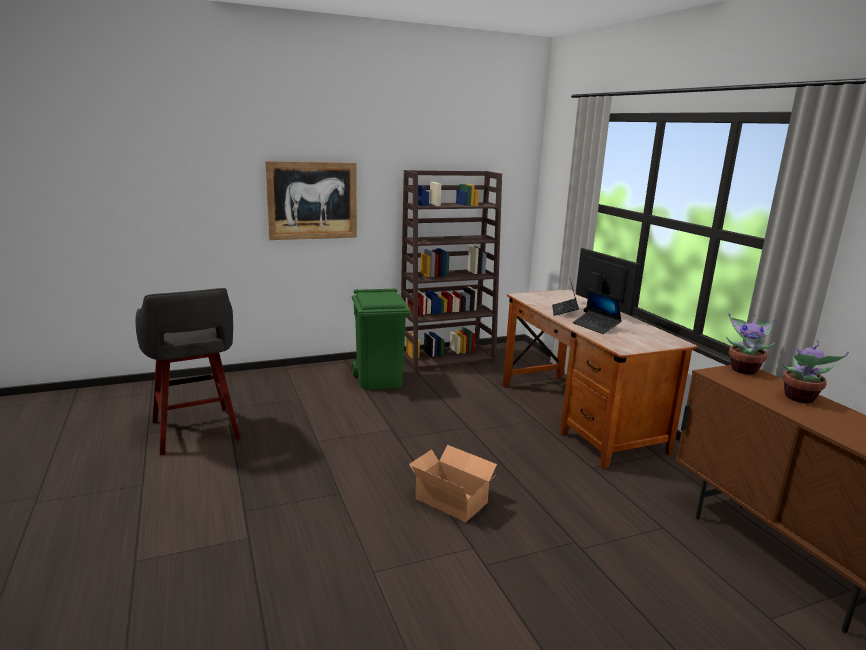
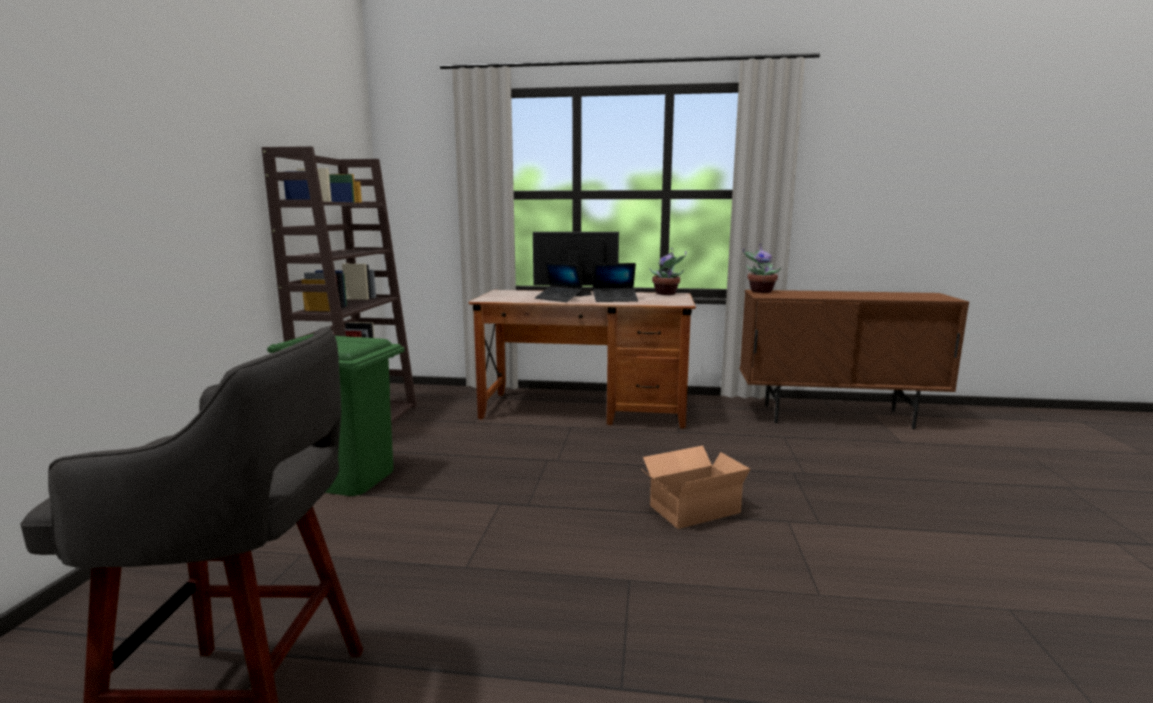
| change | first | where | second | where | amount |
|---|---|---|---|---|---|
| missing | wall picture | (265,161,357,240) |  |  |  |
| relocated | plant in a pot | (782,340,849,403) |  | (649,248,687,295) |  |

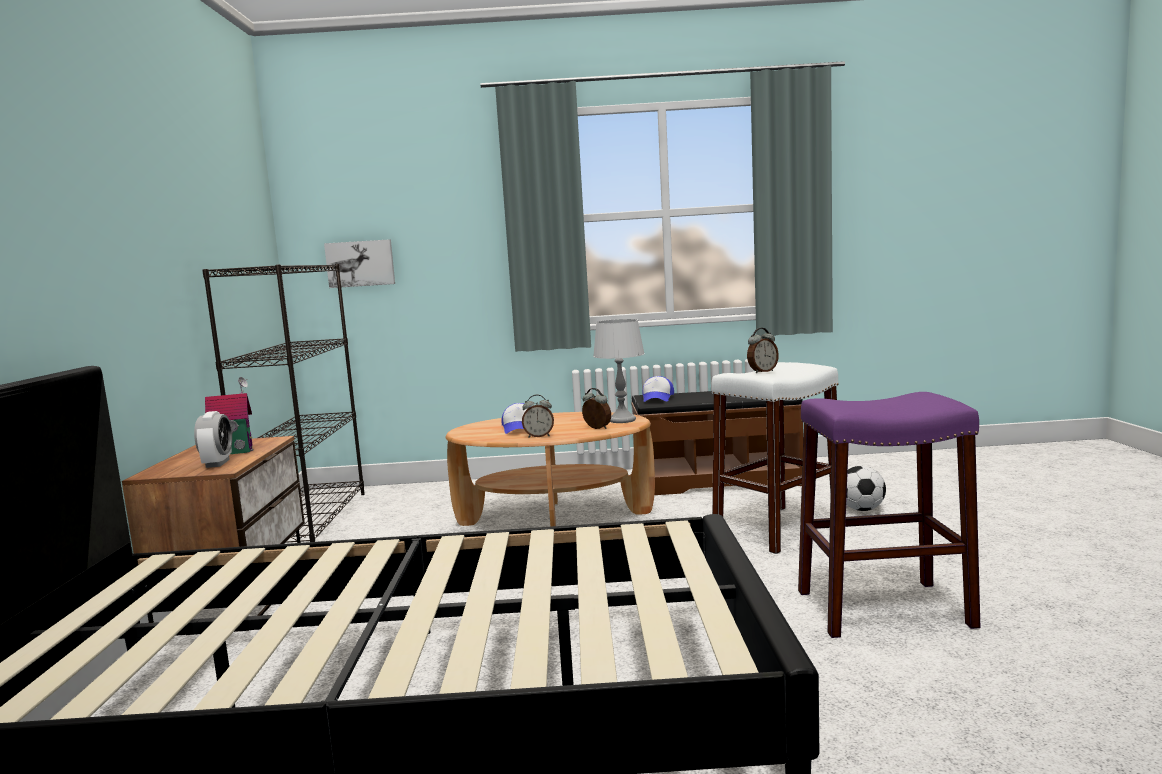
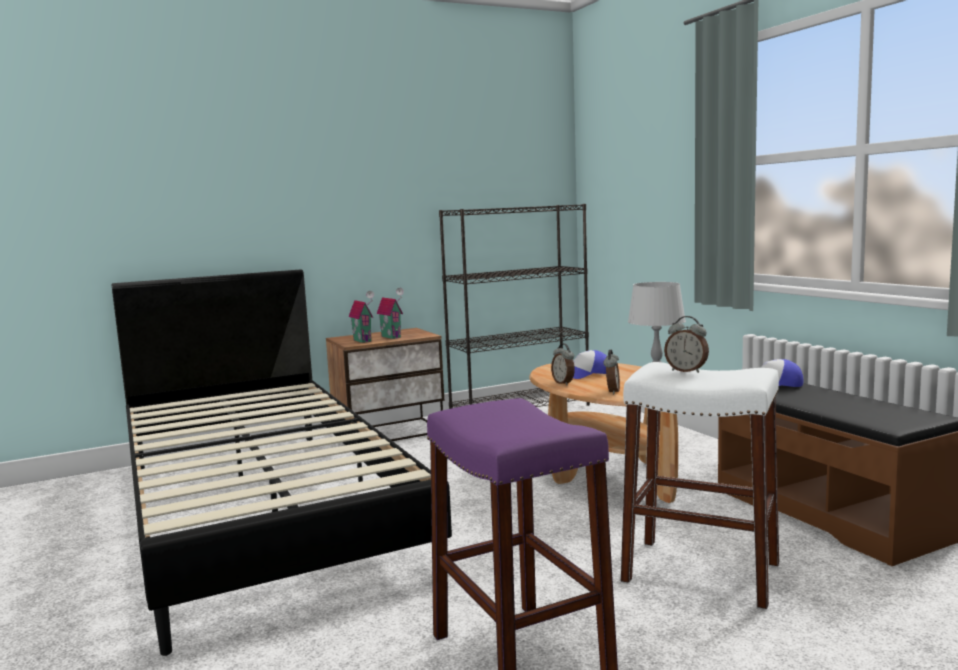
| change | first | where | second | where | amount |
|---|---|---|---|---|---|
| exchanged | table clock | (194,411,232,468) | toy house | (348,291,374,343) |  |
| missing | wall picture | (324,239,395,288) |  |  |  |
| missing | football | (846,466,886,511) |  |  |  |

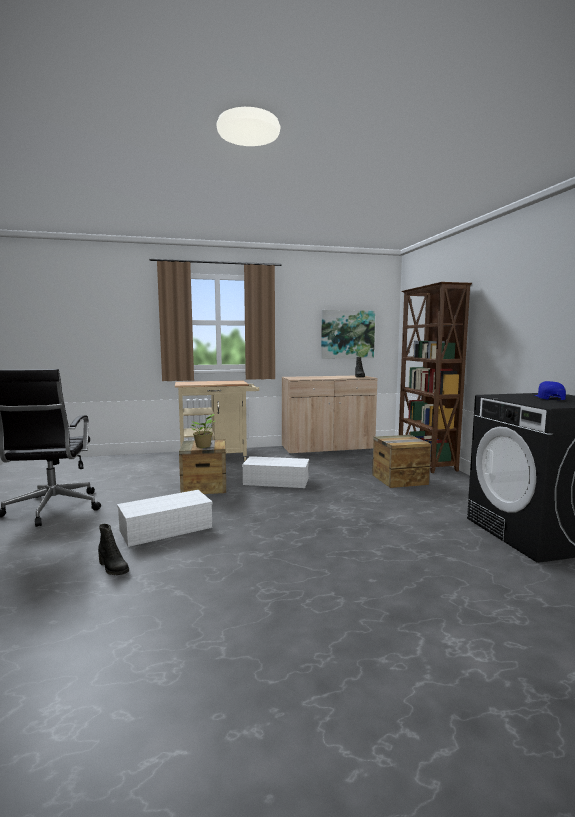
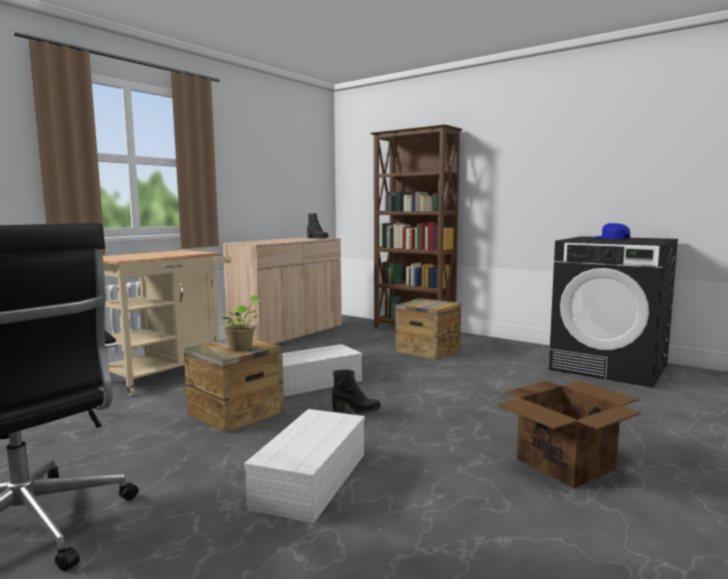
| change | first | where | second | where | amount |
|---|---|---|---|---|---|
| relocated | blackish boot | (98,524,129,575) |  | (332,369,381,414) |  |
| missing | wall picture | (321,310,375,359) |  |  |  |
| appeared |  |  | packing box | (498,381,641,488) |  |

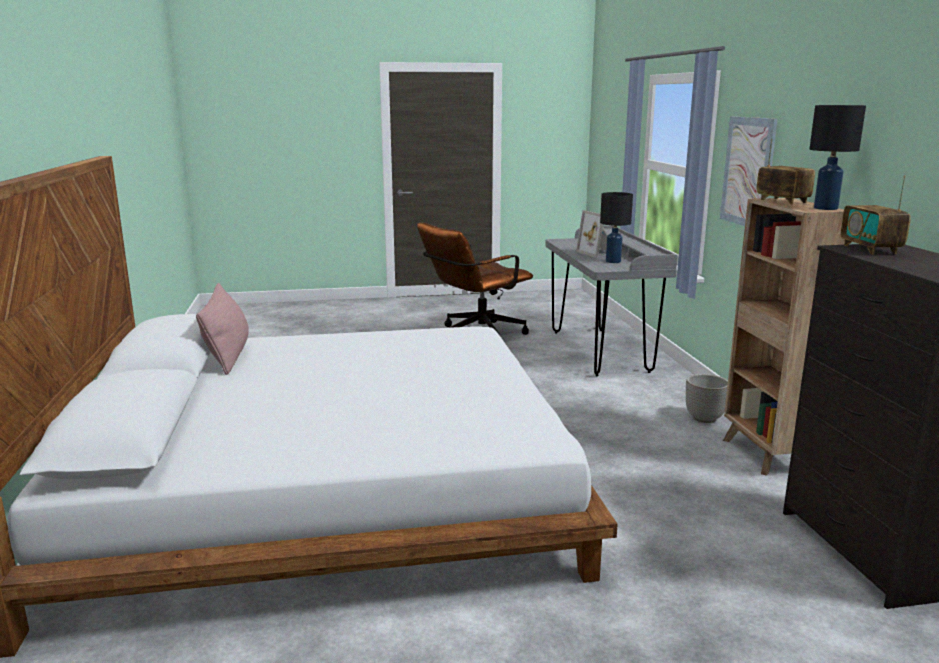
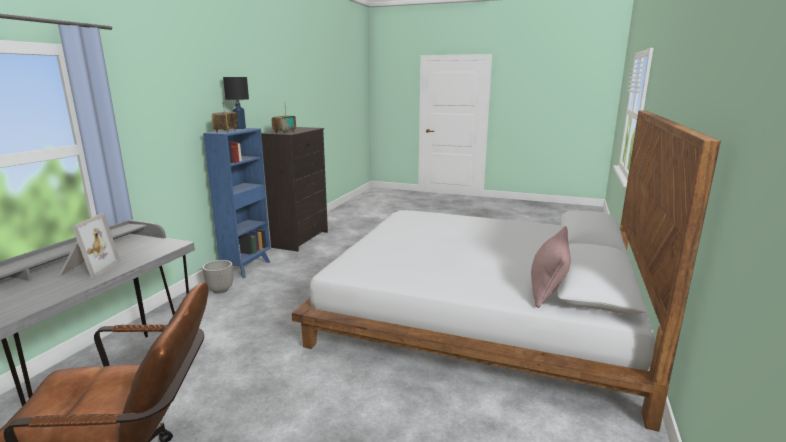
| change | first | where | second | where | amount |
|---|---|---|---|---|---|
| missing | blackish lamp for a table | (600,192,633,263) |  |  |  |
| missing | wall picture | (720,117,778,226) |  |  |  |
| colour | brown-coloured bookcase | (723,198,845,476) | blue bookcase | (203,128,271,278) |  |

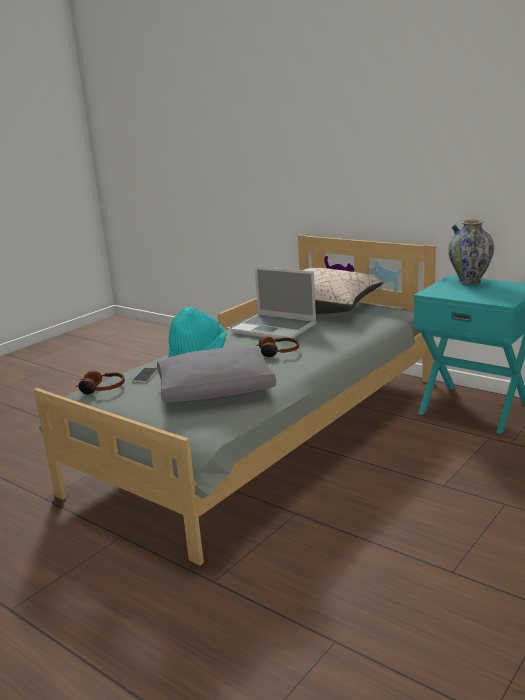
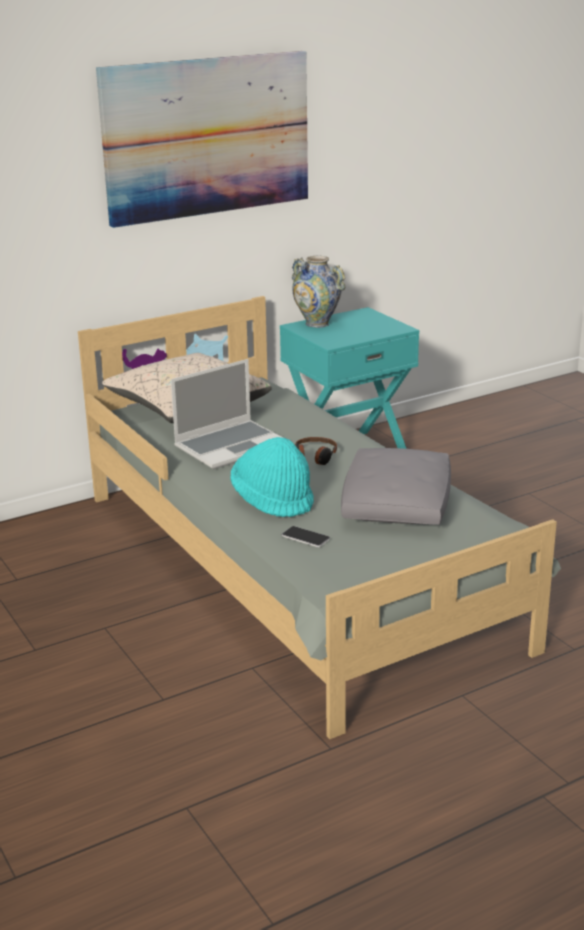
| change | first | where | second | where | amount |
|---|---|---|---|---|---|
| missing | headphones | (76,371,125,394) |  |  |  |
| appeared |  |  | wall picture | (96,51,308,228) |  |

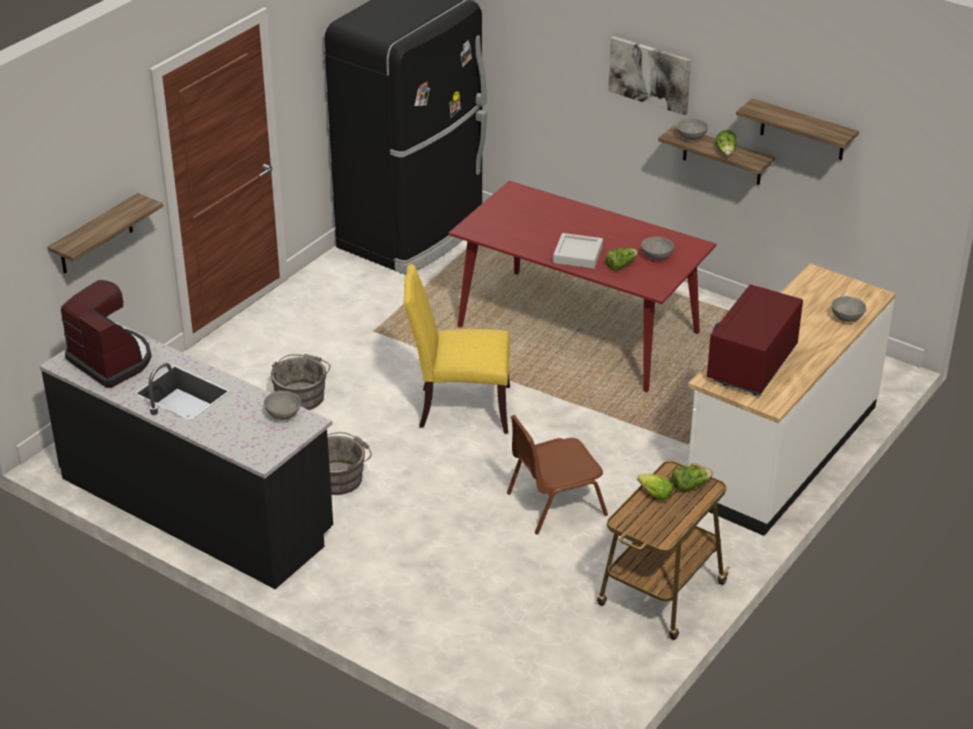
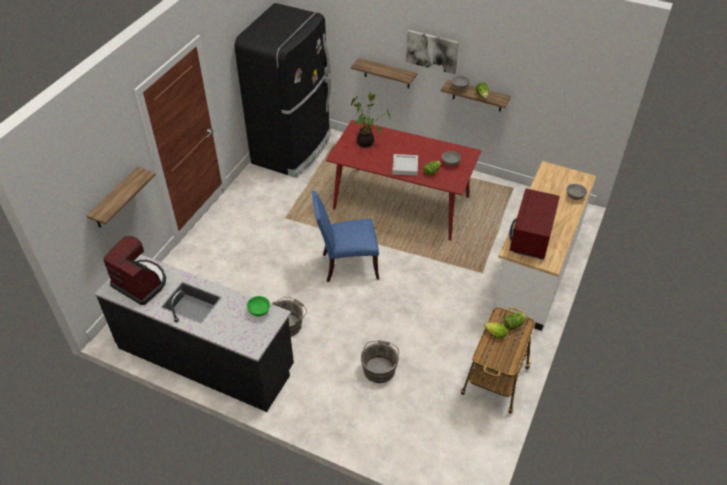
| change | first | where | second | where | amount |
|---|---|---|---|---|---|
| colour | greyish bowl | (264,391,301,420) | green-coloured bowl | (247,296,270,316) |  |
| relocated | greyish water bucket | (271,354,330,410) |  | (361,340,399,383) |  |
| colour | yellow-coloured chair | (403,264,510,434) | blue chair | (312,190,379,282) |  |
| missing | brown-coloured chair | (507,415,608,535) |  |  |  |
| relocated | wall shelf | (736,99,859,160) |  | (351,58,417,88) |  |
| appeared |  |  | plant in a pot | (351,93,391,147) |  |

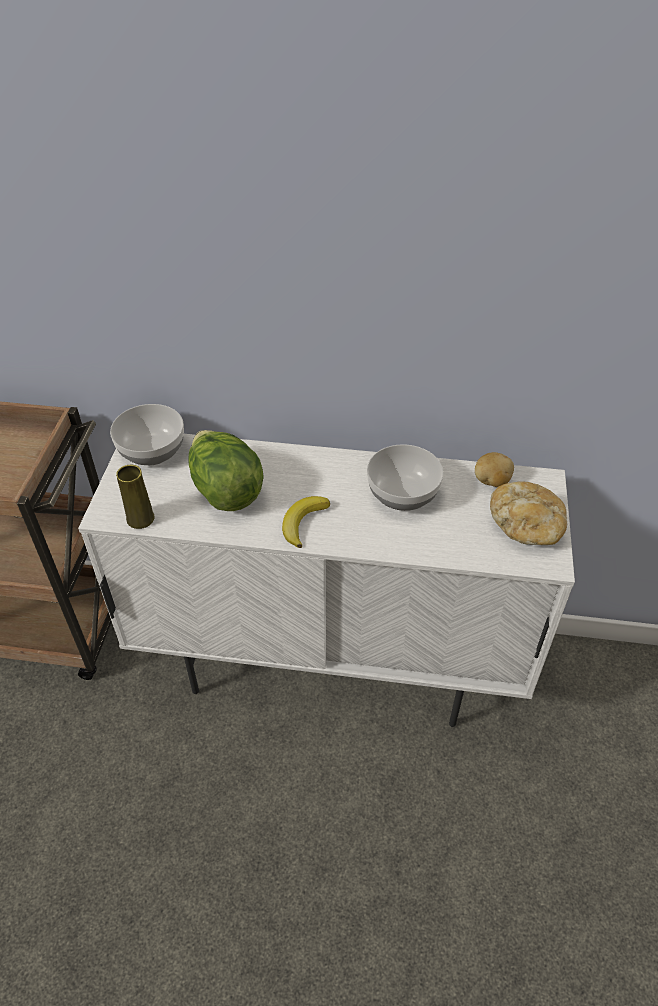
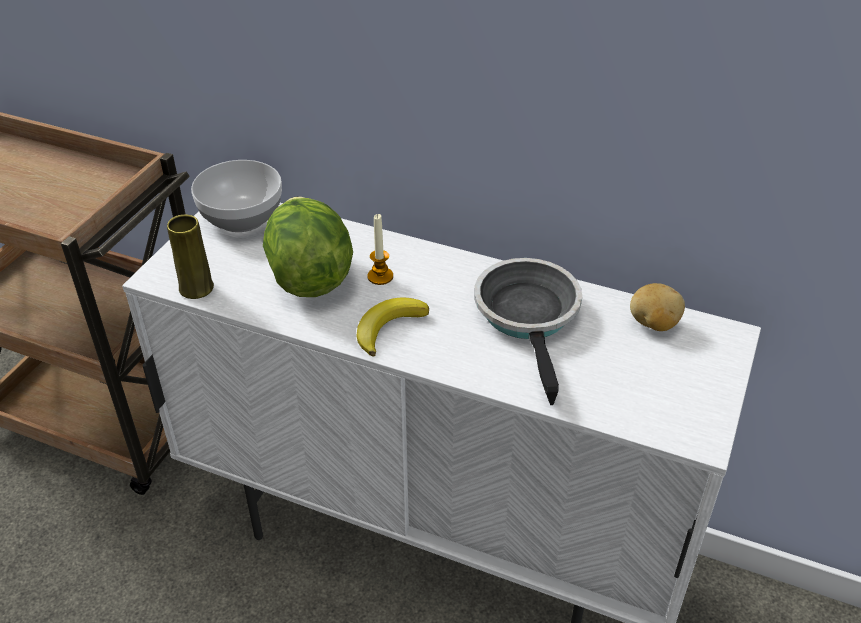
| change | first | where | second | where | amount |
|---|---|---|---|---|---|
| exchanged | bowl | (367,444,444,511) | pan | (474,258,582,405) |  |
| missing | baked bread | (490,481,567,545) |  |  |  |
| appeared |  |  | candle | (367,214,393,285) |  |

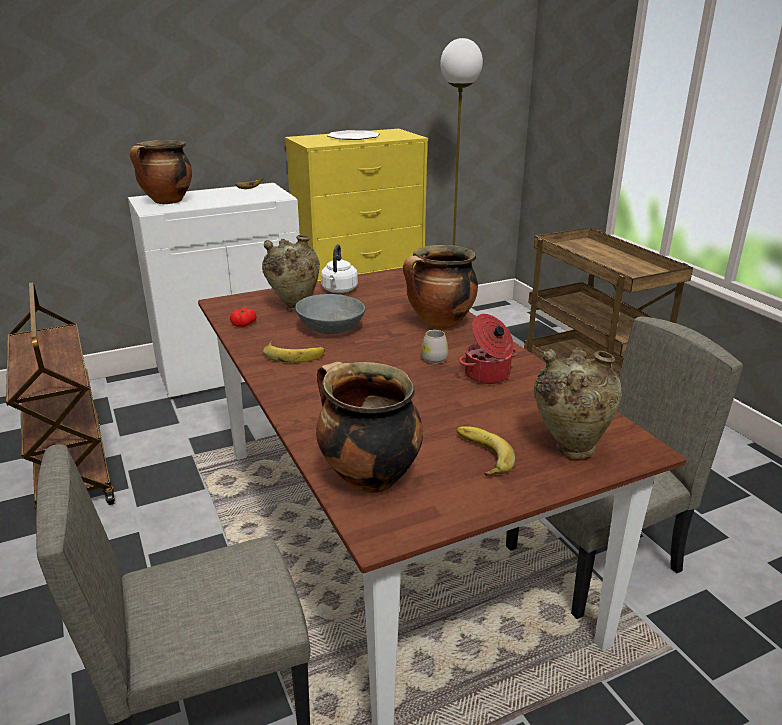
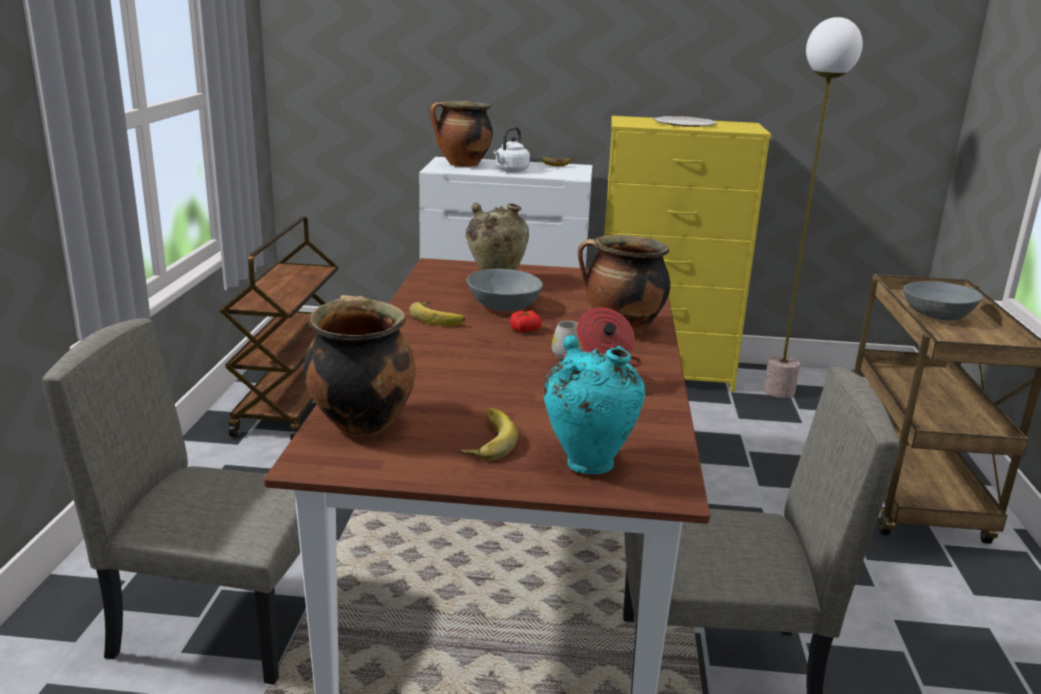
| change | first | where | second | where | amount |
|---|---|---|---|---|---|
| relocated | whole tomato | (230,307,257,327) |  | (510,310,542,332) |  |
| relocated | whitish water kettle | (321,244,358,293) |  | (493,127,530,172) |  |
| colour | sand-coloured decorative vase | (534,347,622,458) | turquoise-coloured decorative vase | (544,335,645,474) |  |
| appeared |  |  | greyish bowl | (903,281,983,320) |  |

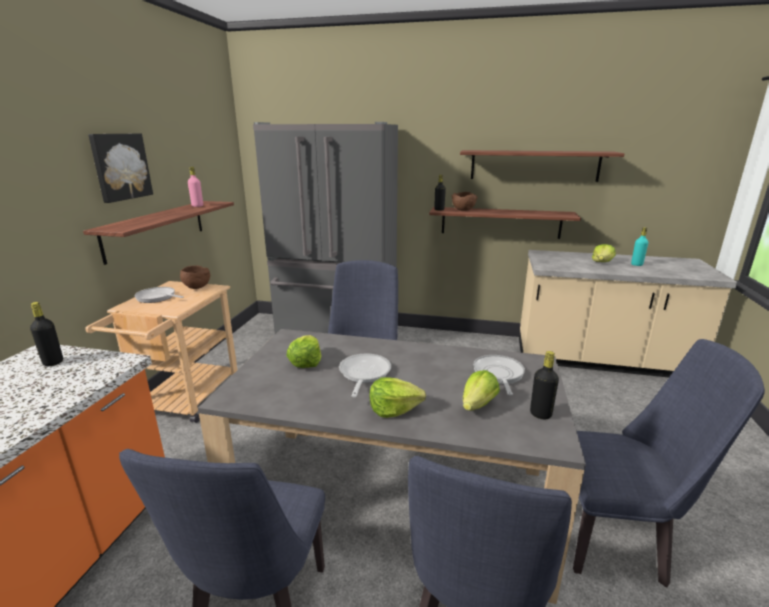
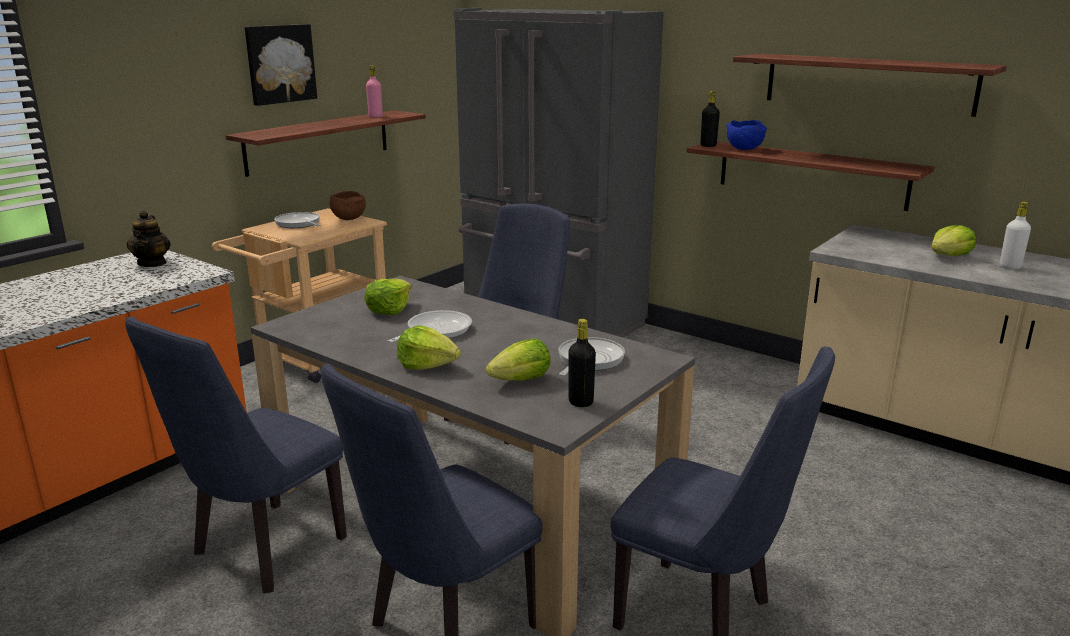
| change | first | where | second | where | amount |
|---|---|---|---|---|---|
| exchanged | blackish beverage bottle | (30,302,63,366) | teapot | (127,211,170,267) |  |
| colour | brown-coloured bowl | (452,192,478,211) | blue bowl | (726,120,767,150) |  |
| colour | turquoise-coloured beverage bottle | (631,227,648,266) | whitish beverage bottle | (1000,202,1031,269) |  |

